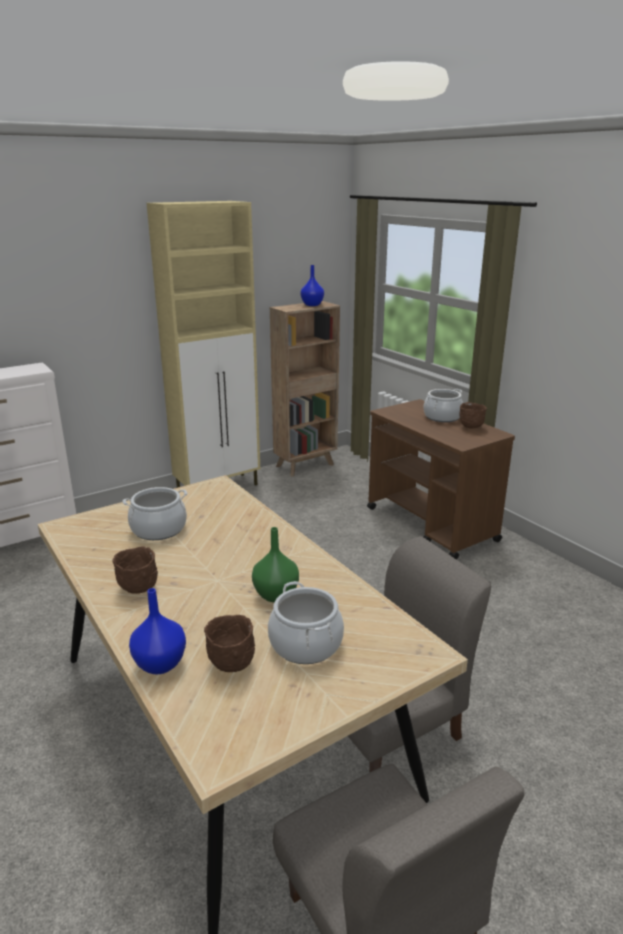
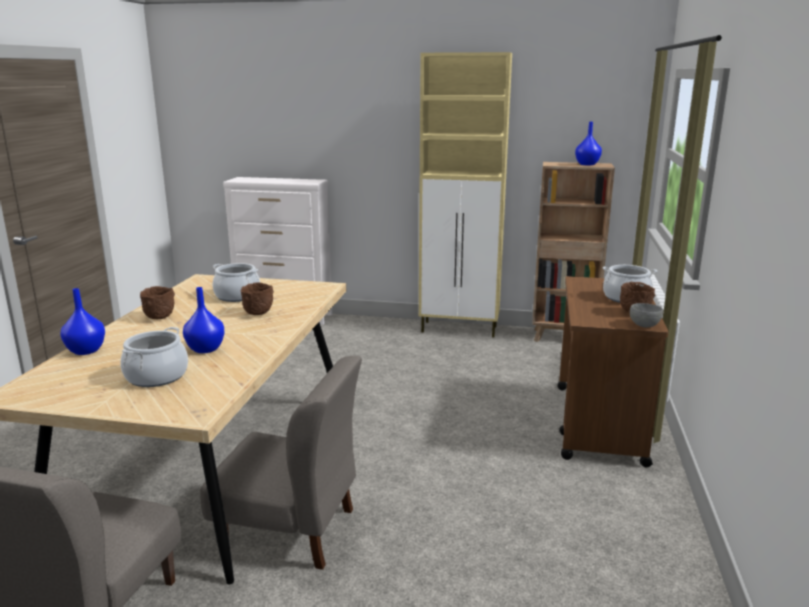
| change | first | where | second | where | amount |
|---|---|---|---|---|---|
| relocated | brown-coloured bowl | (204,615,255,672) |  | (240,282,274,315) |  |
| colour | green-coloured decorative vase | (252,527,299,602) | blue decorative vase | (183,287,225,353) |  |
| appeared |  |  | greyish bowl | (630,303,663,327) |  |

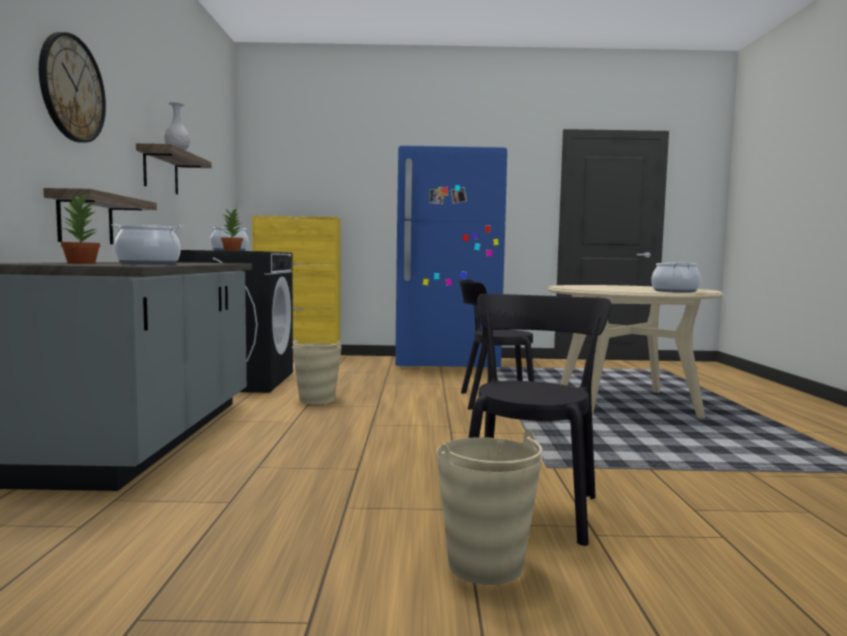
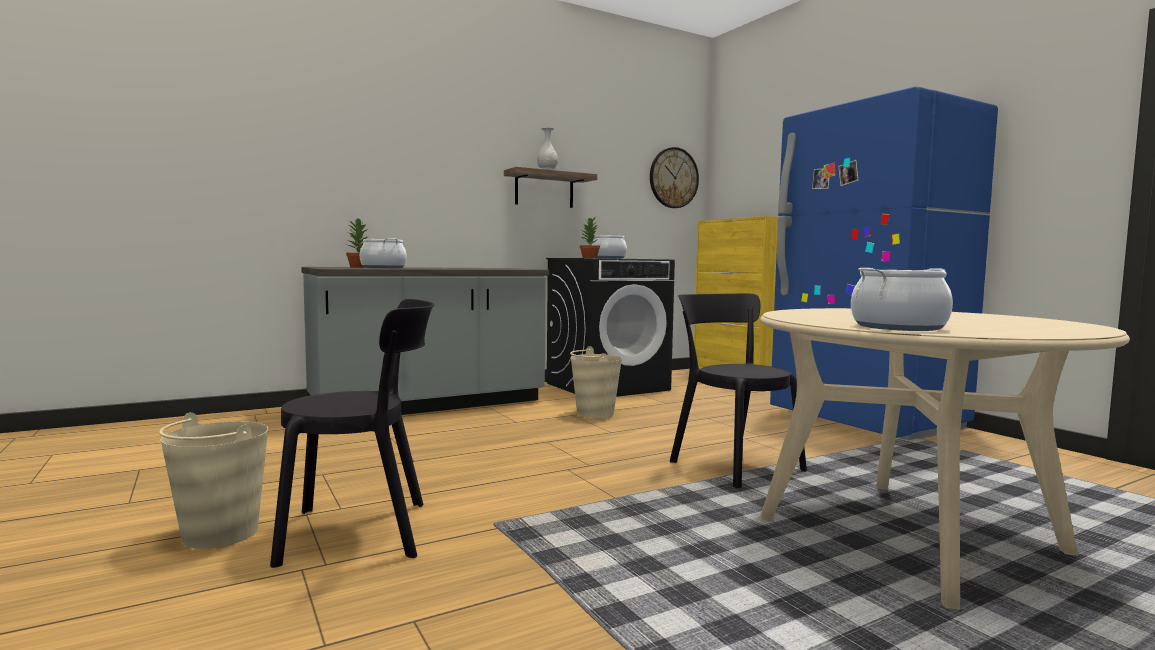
| change | first | where | second | where | amount |
|---|---|---|---|---|---|
| relocated | hanging clock | (39,32,106,143) |  | (650,147,699,208) |  |
| missing | wall shelf | (43,188,157,244) |  |  |  |

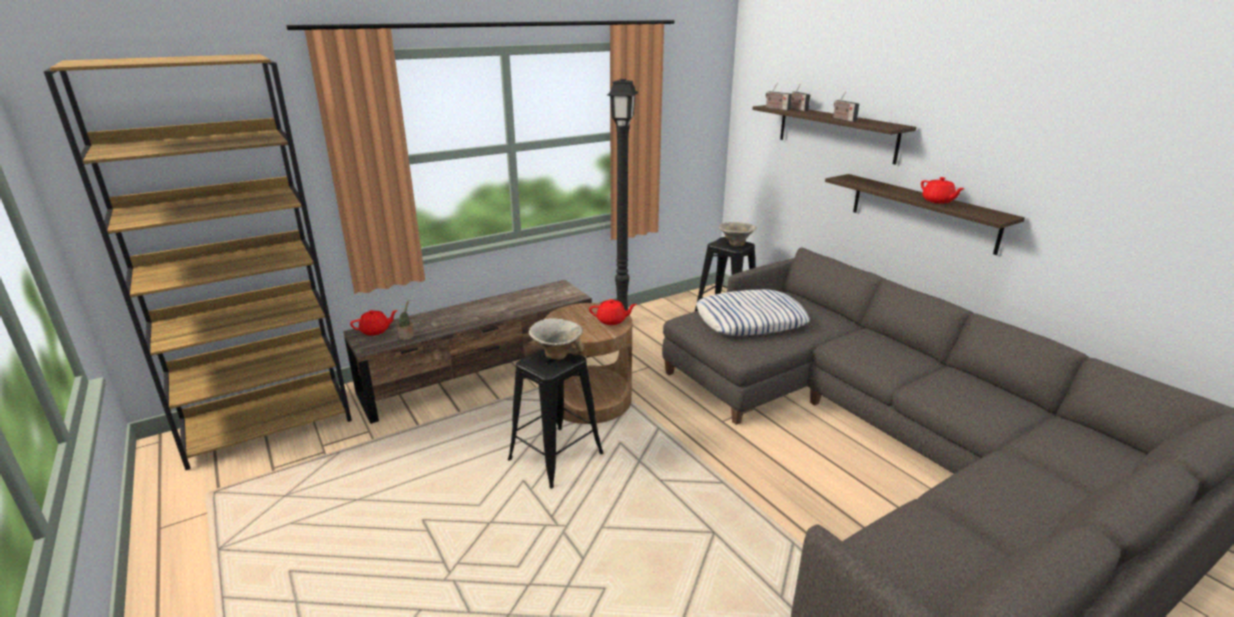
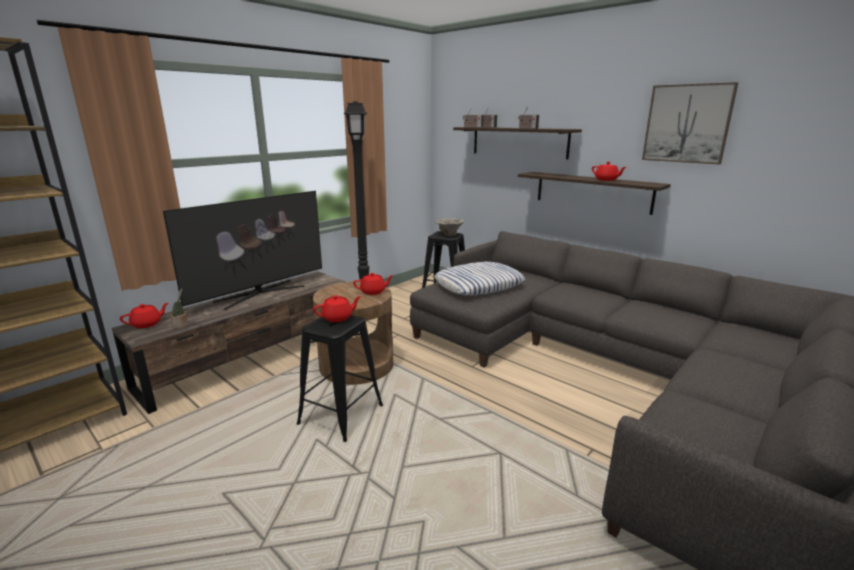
| change | first | where | second | where | amount |
|---|---|---|---|---|---|
| exchanged | bowl | (529,318,584,360) | red teapot | (313,295,361,322) |  |
| appeared |  |  | TV set | (163,191,322,310) |  |
| appeared |  |  | wall picture | (642,82,738,164) |  |

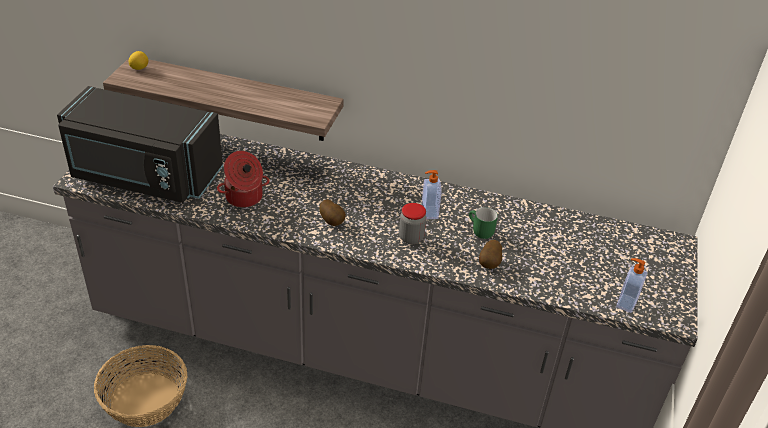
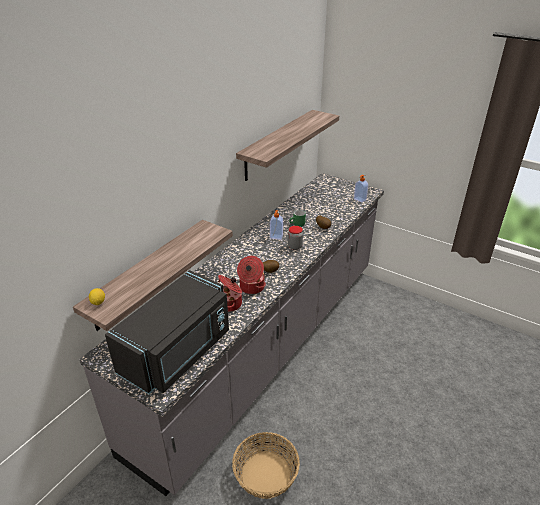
| change | first | where | second | where | amount |
|---|---|---|---|---|---|
| appeared |  |  | wall shelf | (236,110,339,181) |  |
| appeared |  |  | stockpot | (237,256,266,294) |  |

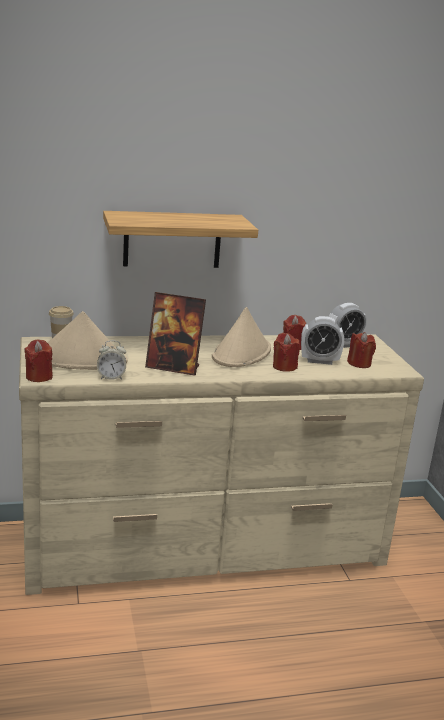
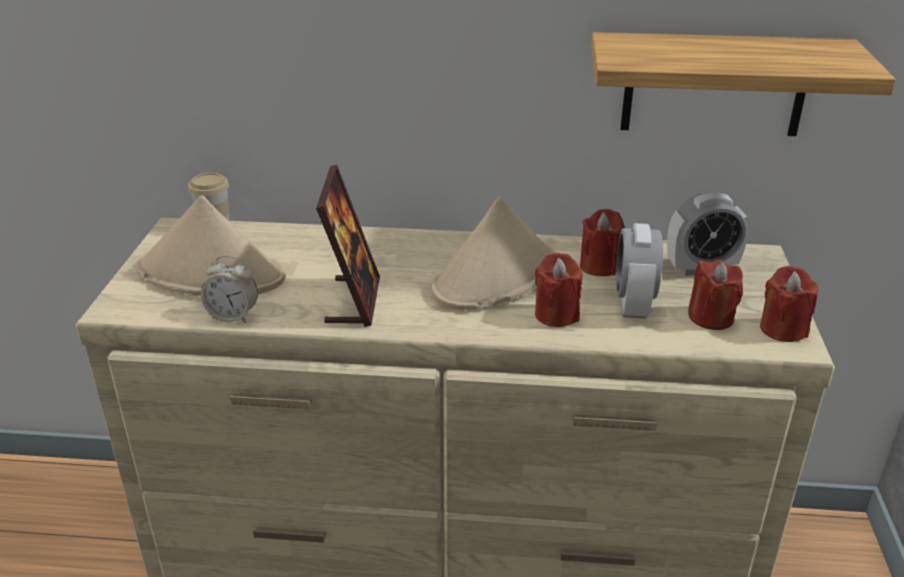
| change | first | where | second | where | amount |
|---|---|---|---|---|---|
| relocated | red candle | (24,339,53,382) |  | (760,266,818,342) |  |
| relocated | wall shelf | (103,211,258,268) |  | (591,32,896,136) |  |
| spun | photo frame | (145,292,206,376) |  | (316,165,380,327) | 120 degrees counterclockwise |
| spun | table clock | (301,316,344,365) |  | (616,223,663,319) | 75 degrees clockwise |

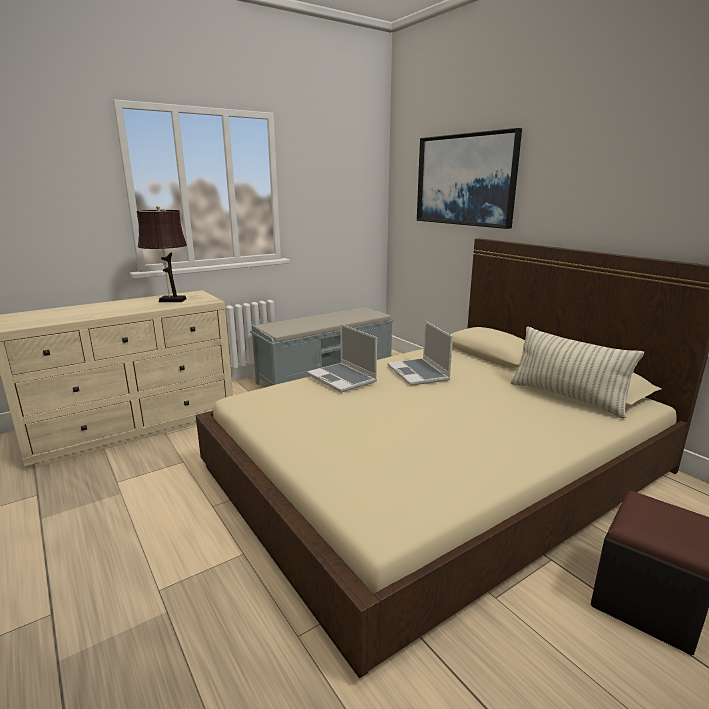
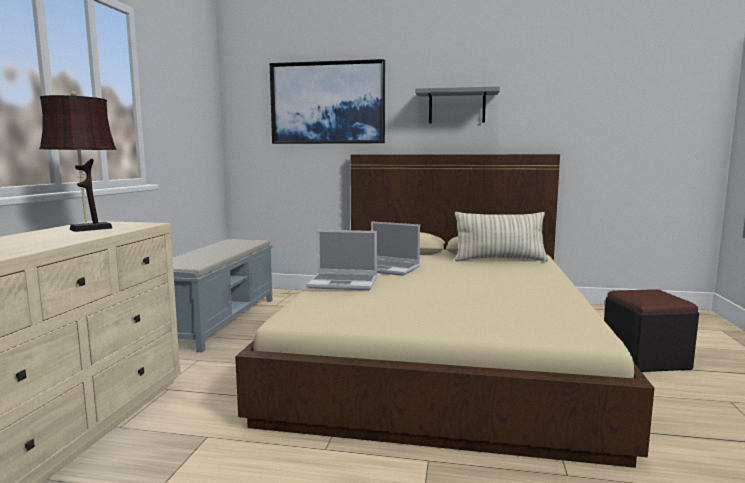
| change | first | where | second | where | amount |
|---|---|---|---|---|---|
| appeared |  |  | greyish wall shelf | (415,86,500,123) |  |

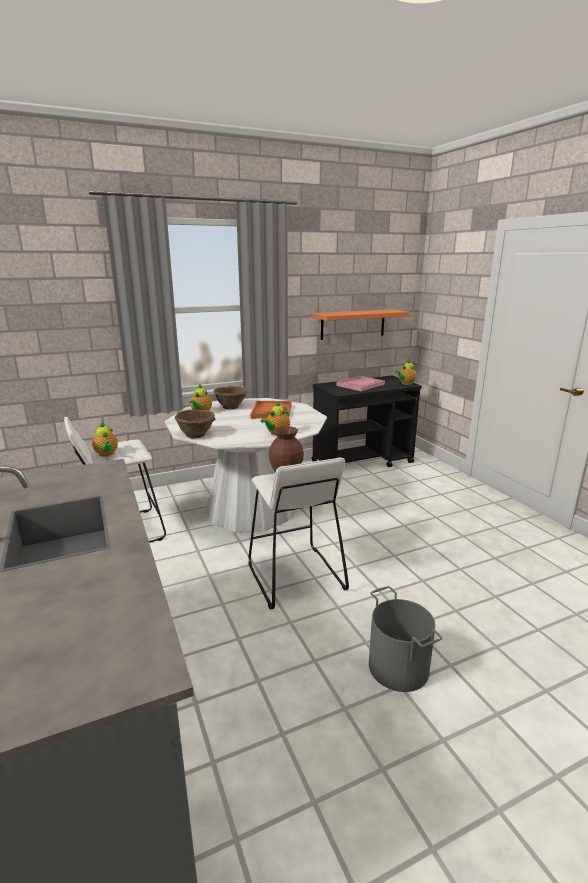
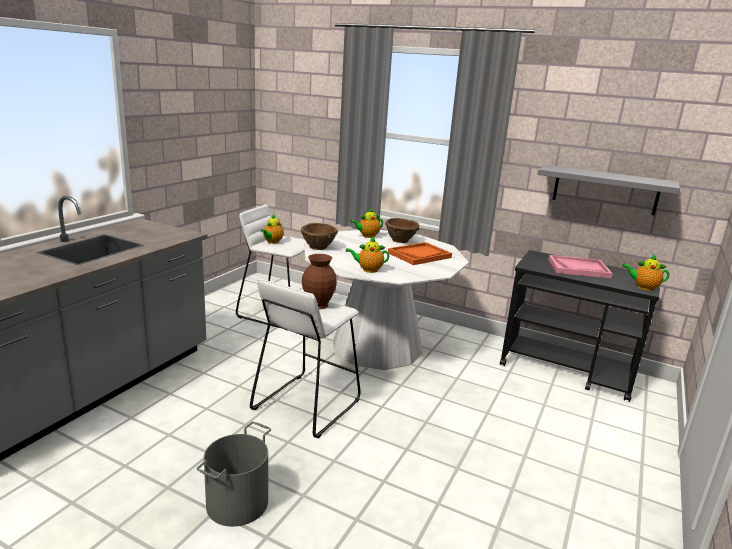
| change | first | where | second | where | amount |
|---|---|---|---|---|---|
| colour | orange wall shelf | (312,309,410,340) | greyish wall shelf | (537,165,680,215) |  |

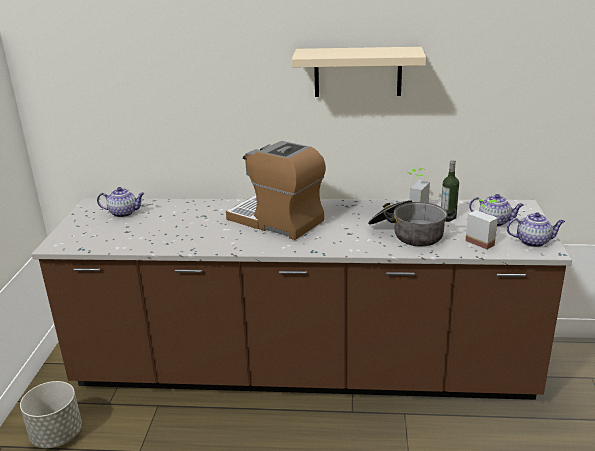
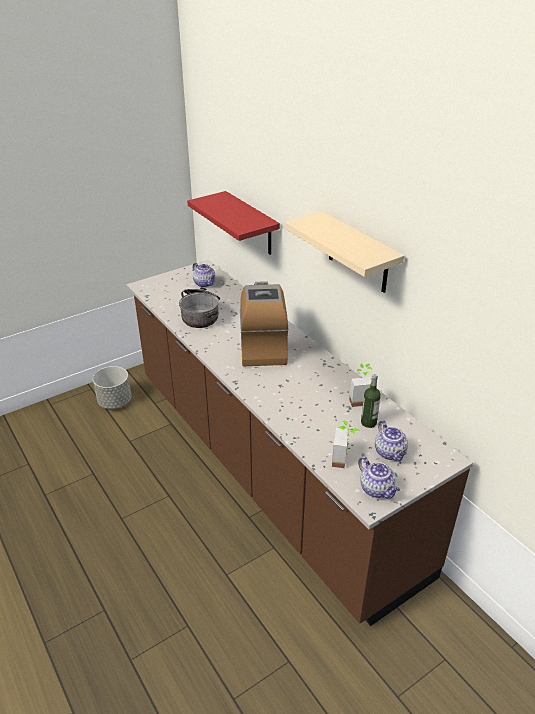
| change | first | where | second | where | amount |
|---|---|---|---|---|---|
| relocated | stockpot | (368,200,457,247) |  | (179,287,220,328) |  |
| appeared |  |  | red wall shelf | (187,191,280,255) |  |

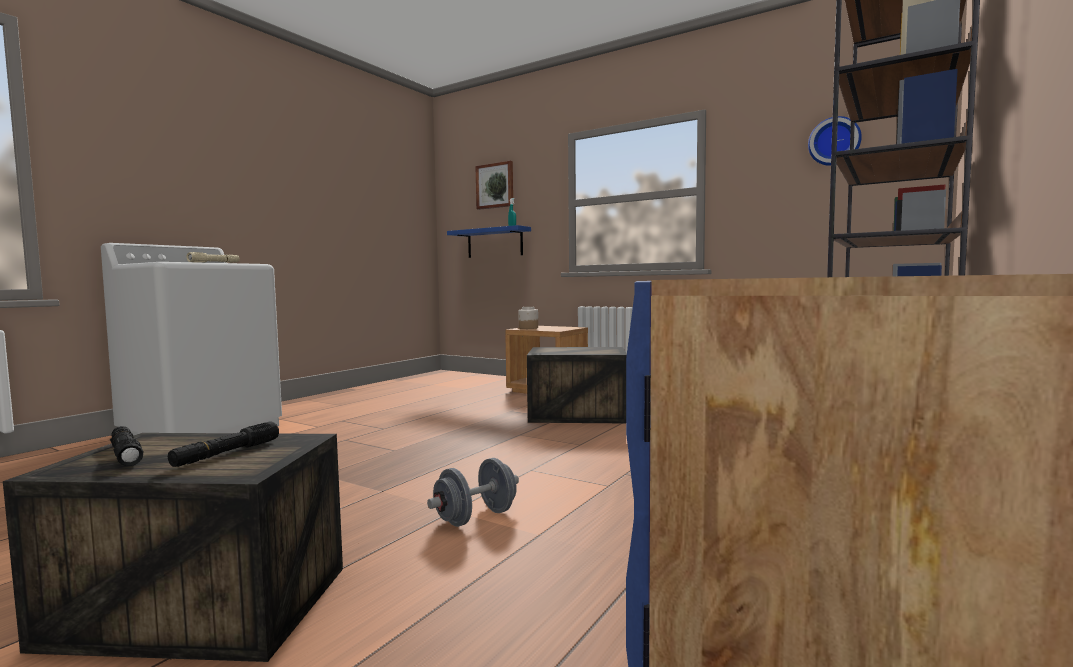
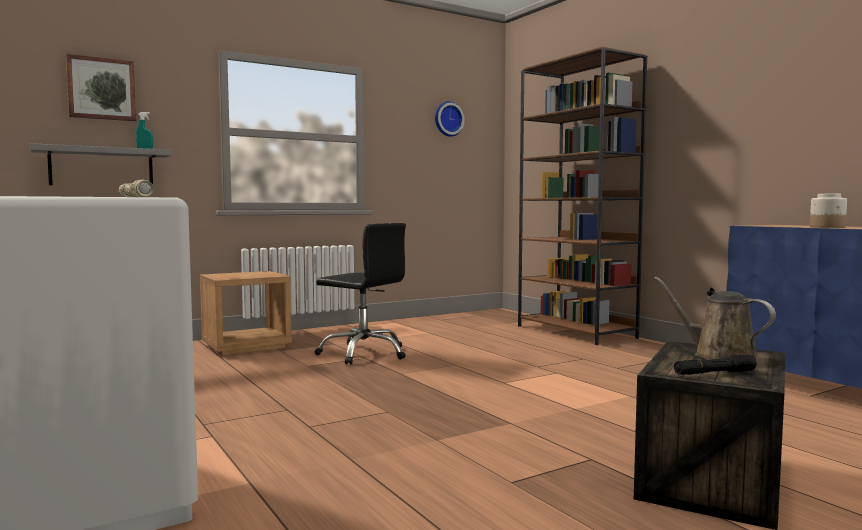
| change | first | where | second | where | amount |
|---|---|---|---|---|---|
| exchanged | blackish hand torch | (168,422,279,467) | brown-coloured watering pot | (654,277,776,362) |  |
| missing | greyish dumbbell | (427,458,519,527) |  |  |  |
| colour | blue wall shelf | (447,225,531,258) | greyish wall shelf | (30,143,171,185) |  |
| relocated | preserve jar | (518,307,538,329) |  | (810,194,847,228) |  |
| exchanged | shipping crate | (527,347,627,423) | blackish desk chair | (315,223,406,365) |  |

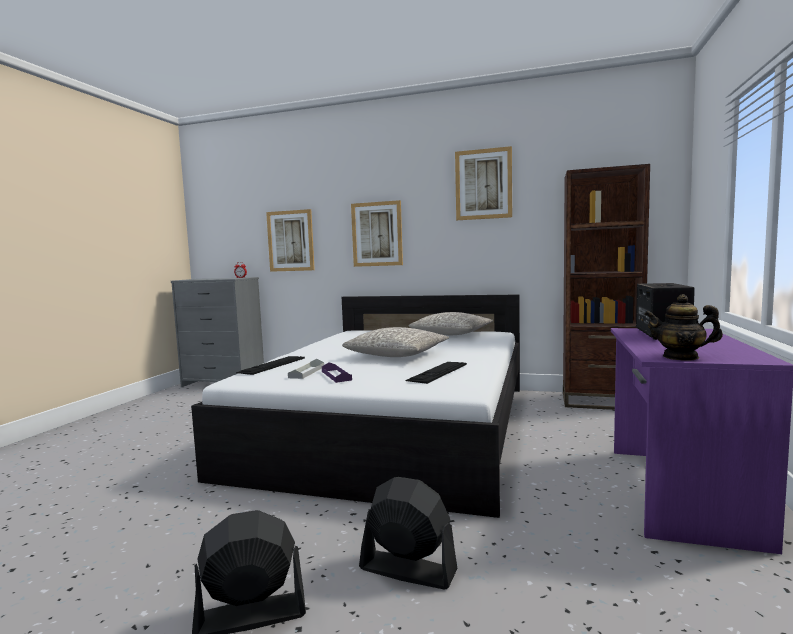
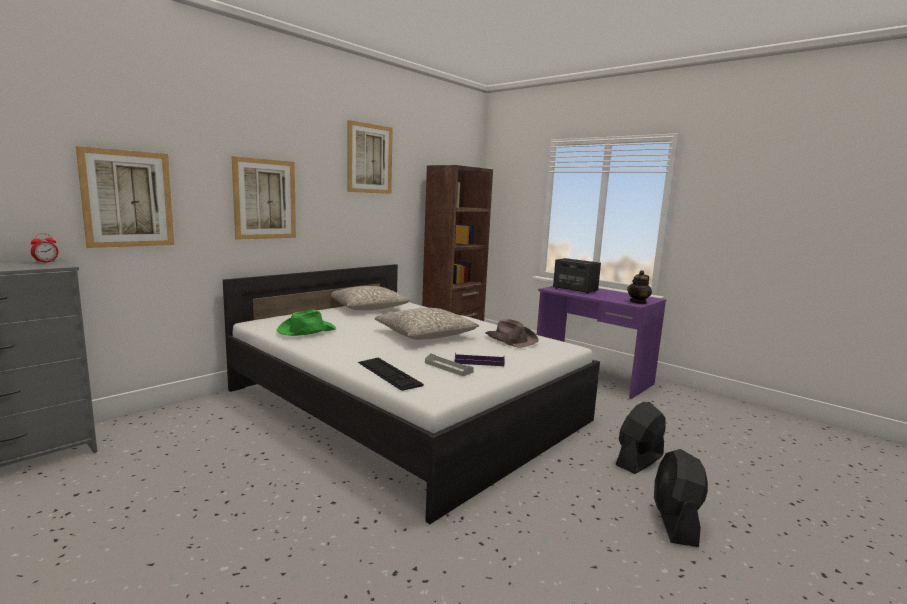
| change | first | where | second | where | amount |
|---|---|---|---|---|---|
| exchanged | computer keyboard | (406,362,467,384) | brown-coloured wearable hat | (485,319,539,348) |  |
| appeared |  |  | green-coloured wearable hat | (277,309,336,336) |  |

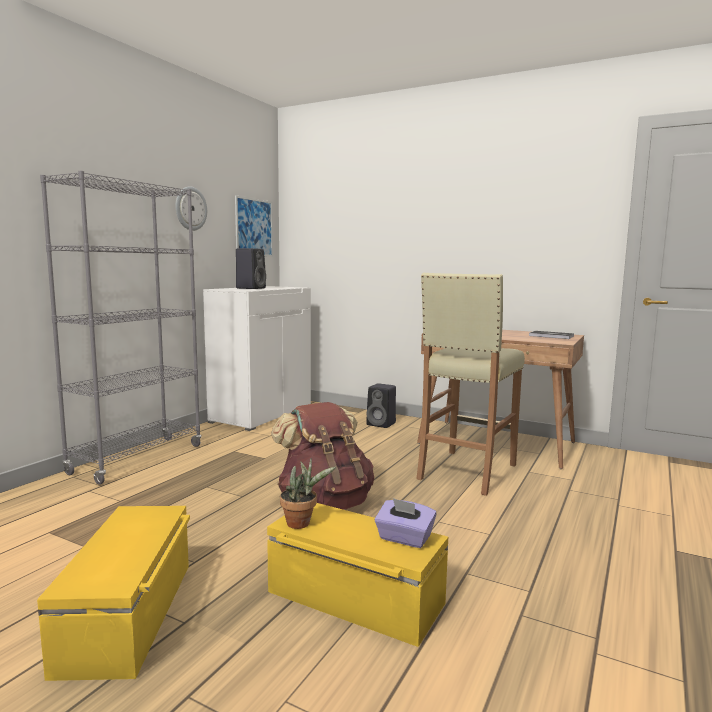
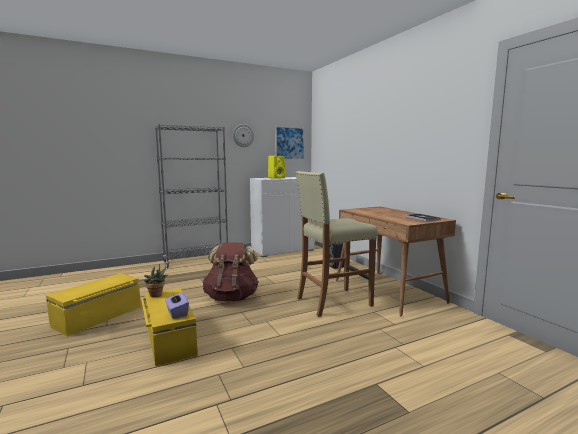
| change | first | where | second | where | amount |
|---|---|---|---|---|---|
| colour | blackish audio speaker | (236,248,266,289) | yellow-coloured audio speaker | (268,156,285,179) |  |

